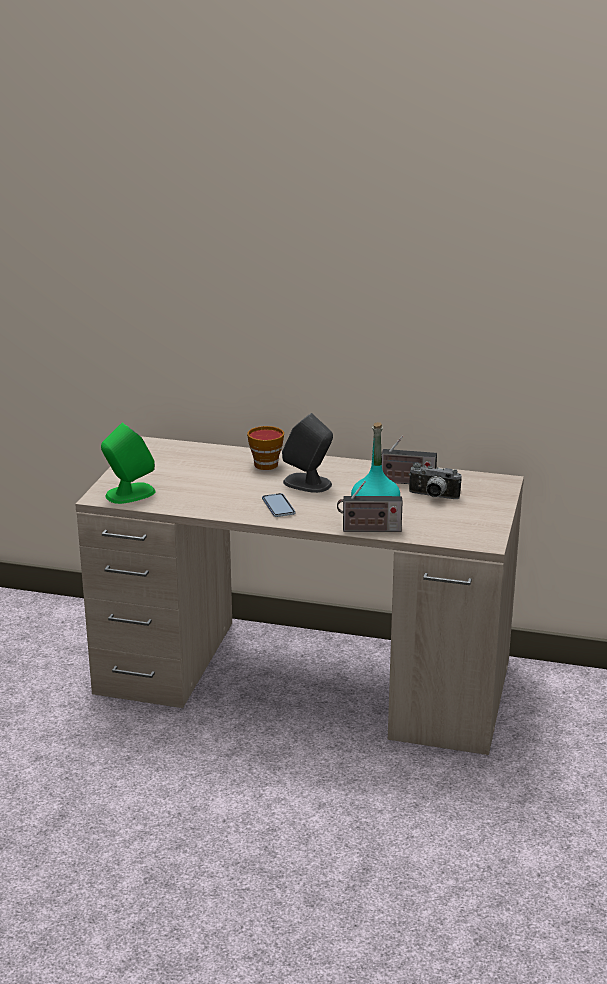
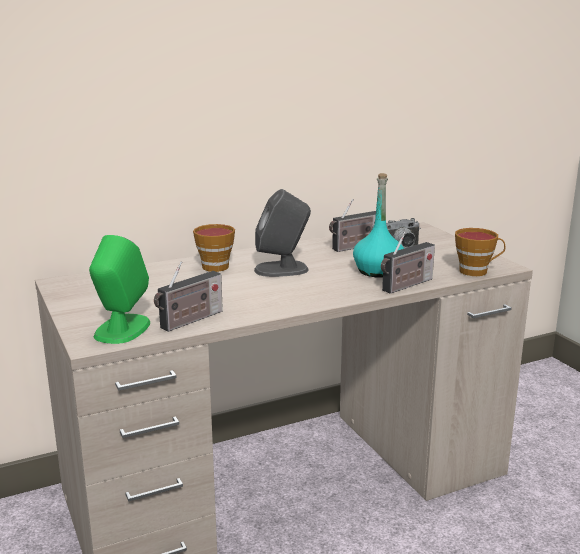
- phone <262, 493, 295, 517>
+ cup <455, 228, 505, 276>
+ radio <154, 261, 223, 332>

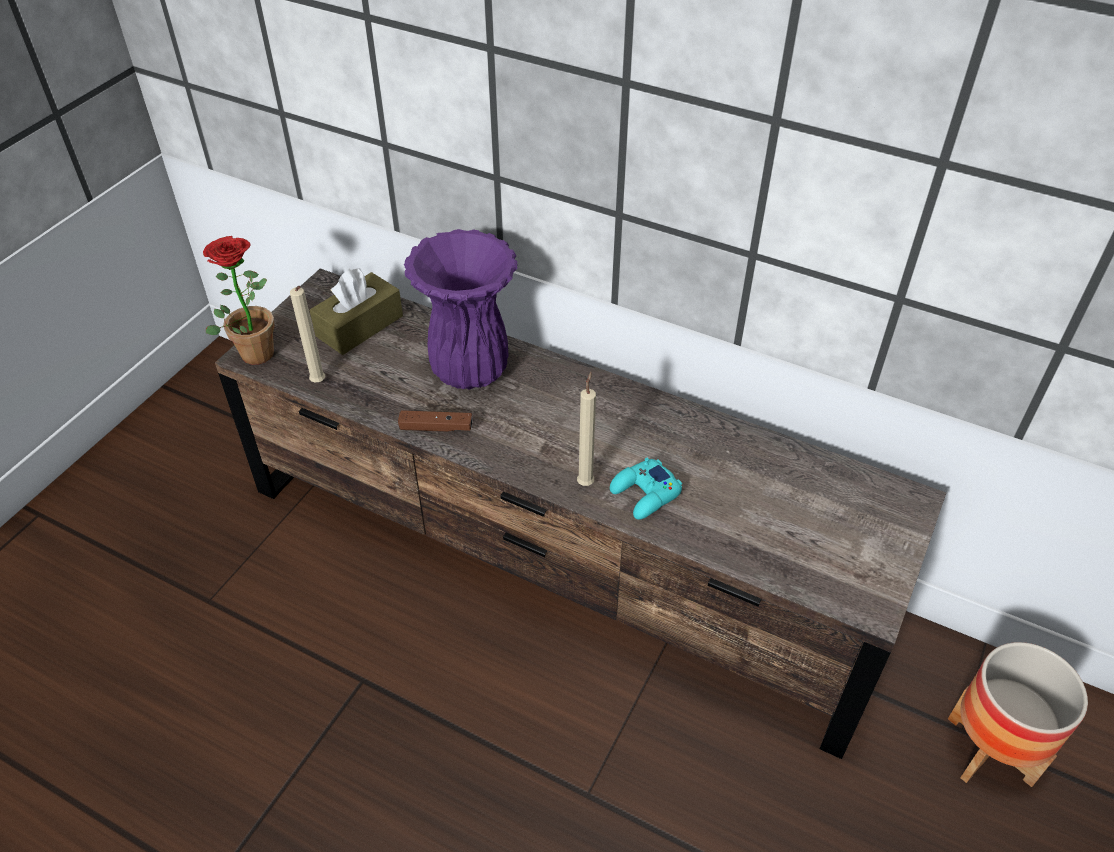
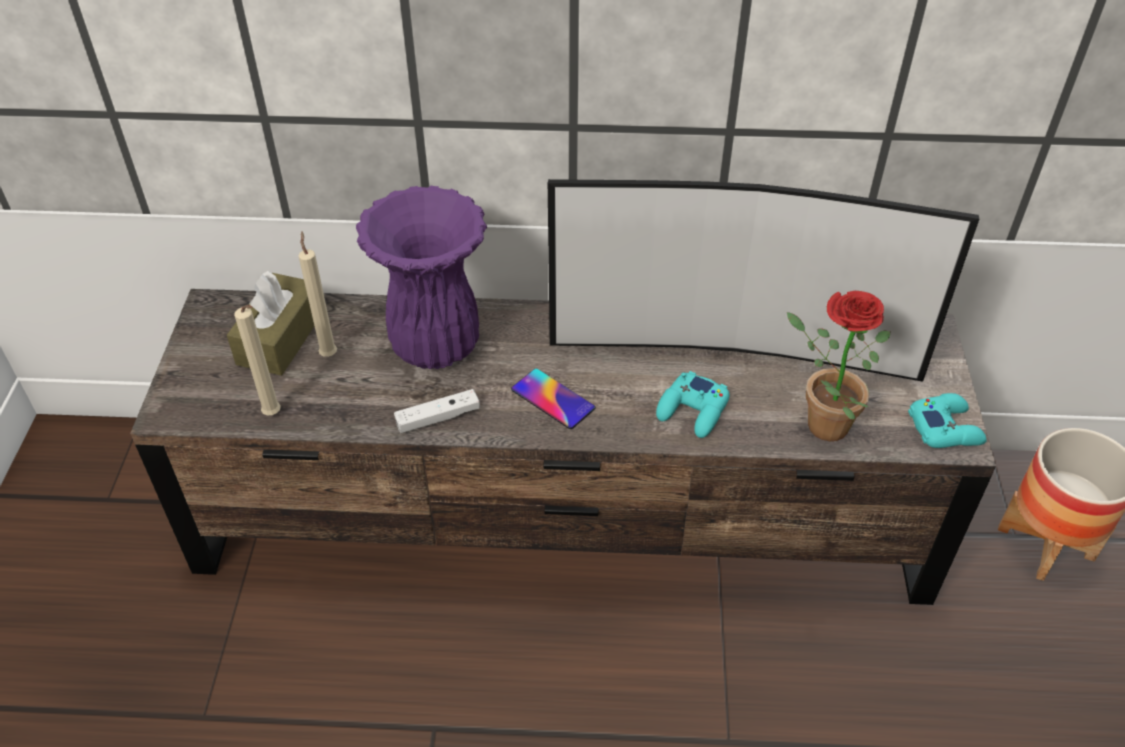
~ potted plant <203, 236, 275, 365> to <787, 291, 890, 441>
~ beige candle <577, 372, 596, 486> to <298, 232, 337, 357>
~ brown game controller <398, 410, 473, 432> to white game controller <394, 389, 480, 433>
+ television <548, 179, 979, 382>
+ phone <511, 369, 595, 429>
+ turquoise game controller <908, 393, 987, 448>

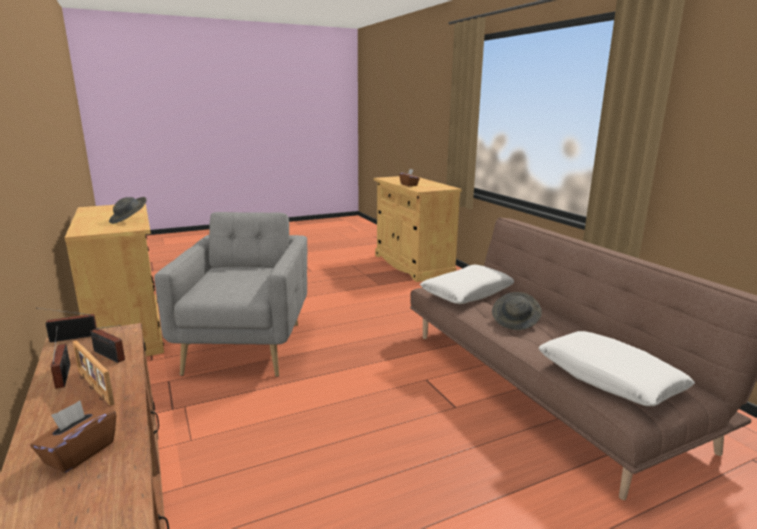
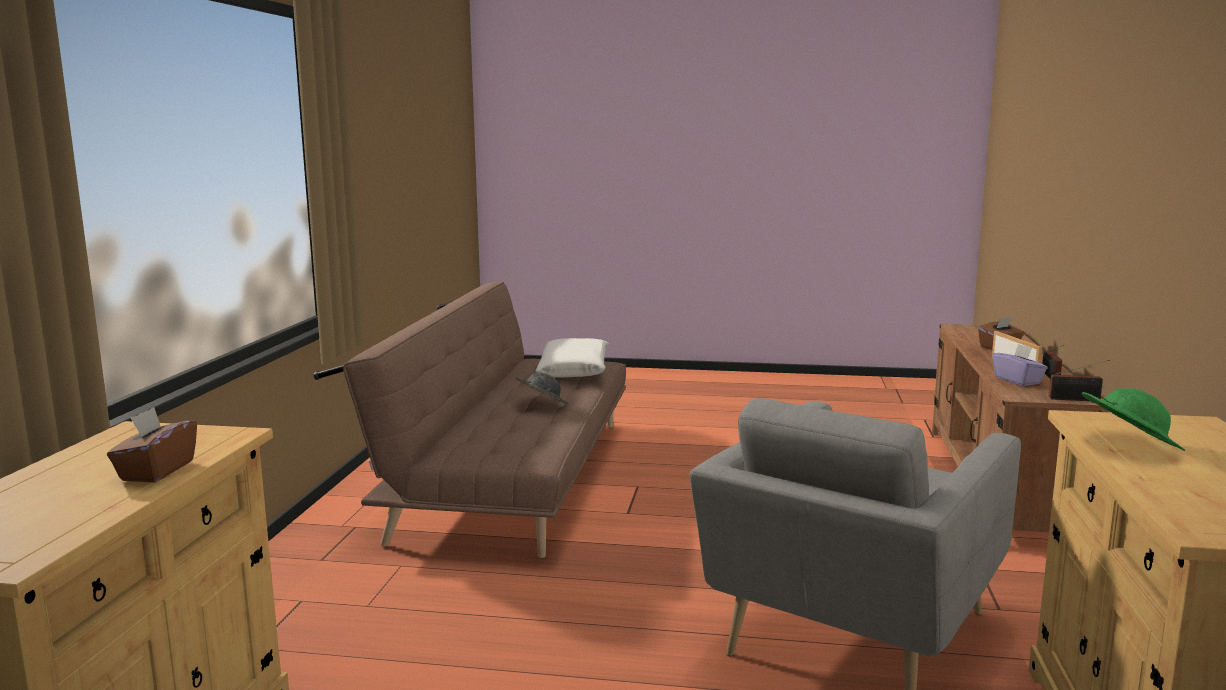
~ grey hat <109, 197, 147, 224> to green hat <1082, 388, 1185, 451>
- white pillow <420, 265, 514, 304>
~ radio <90, 325, 125, 363> to purple tissue box <992, 343, 1047, 386>

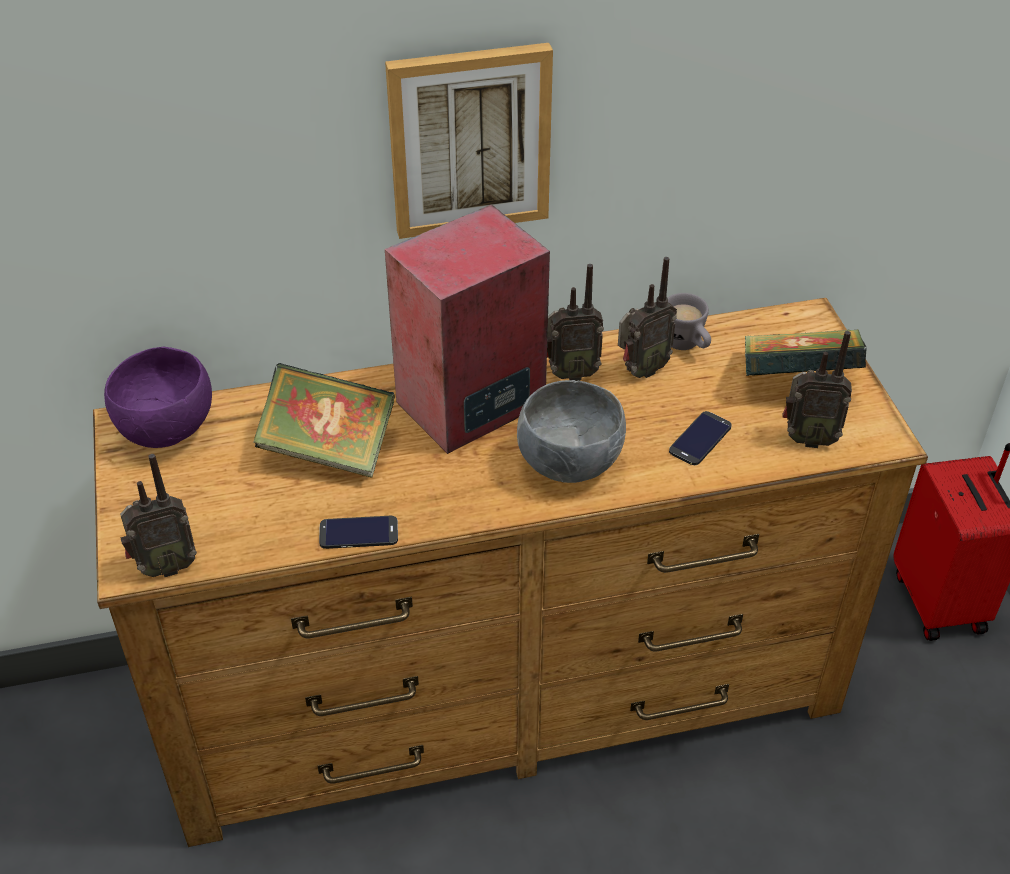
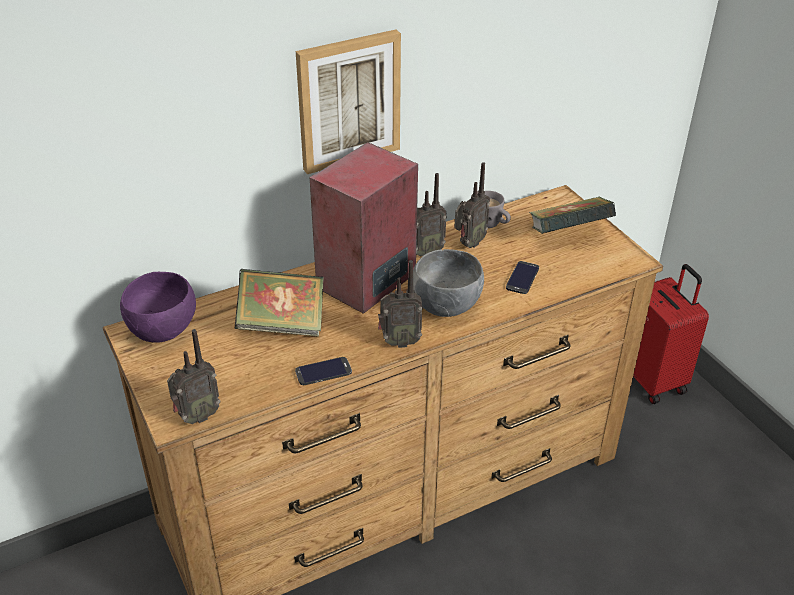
~ radio <782, 331, 852, 448> to <378, 260, 423, 348>

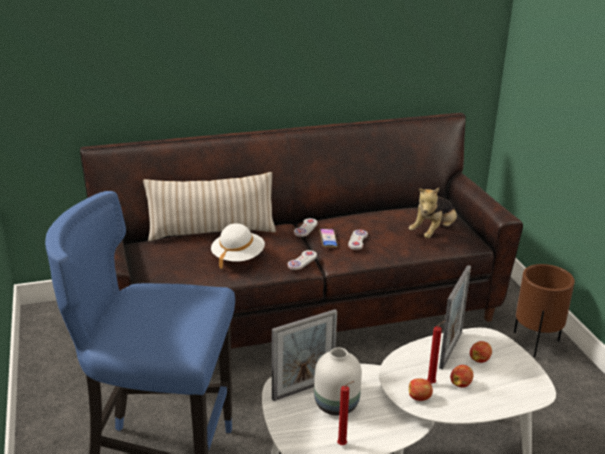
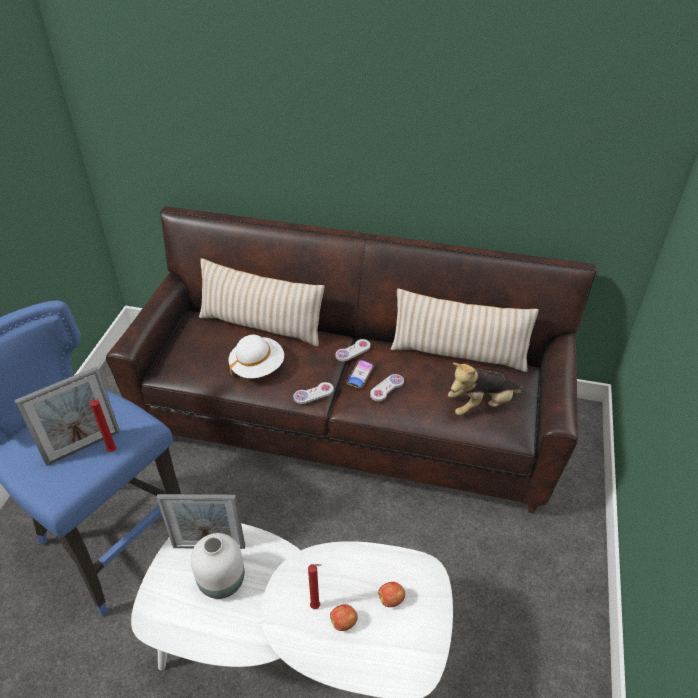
- brown planter <514, 264, 575, 357>
~ picture frame <439, 265, 471, 369> to <14, 366, 120, 466>
- apple <409, 378, 433, 401>
~ red candle <337, 381, 355, 445> to <90, 398, 117, 452>
+ beige pillow <391, 288, 539, 372>

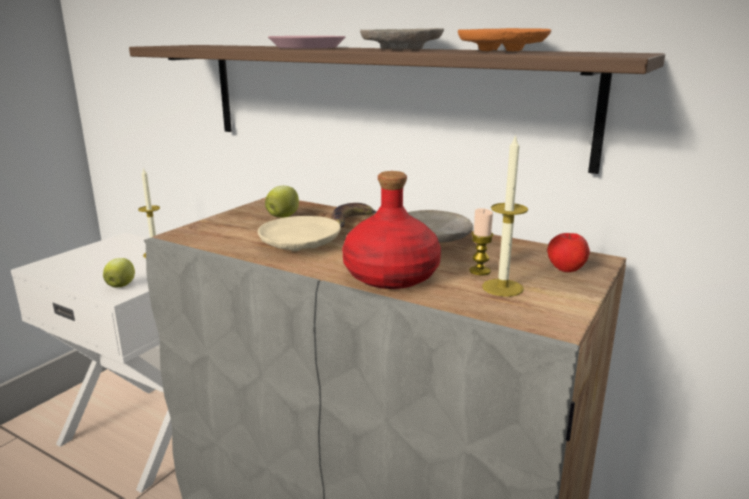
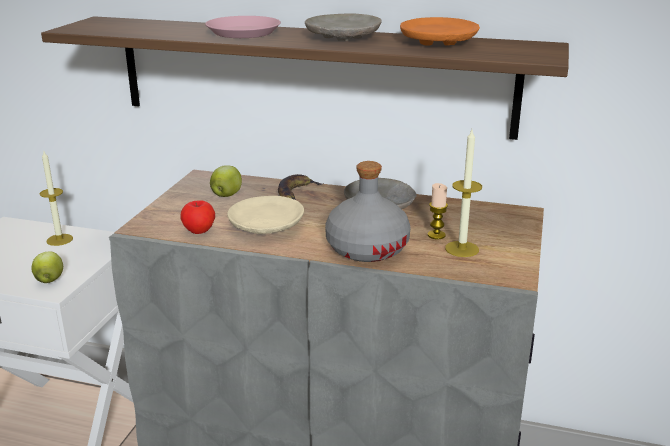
~ red bottle <342, 171, 441, 289> to grey bottle <325, 161, 410, 262>
~ apple <547, 233, 590, 272> to <180, 200, 215, 234>

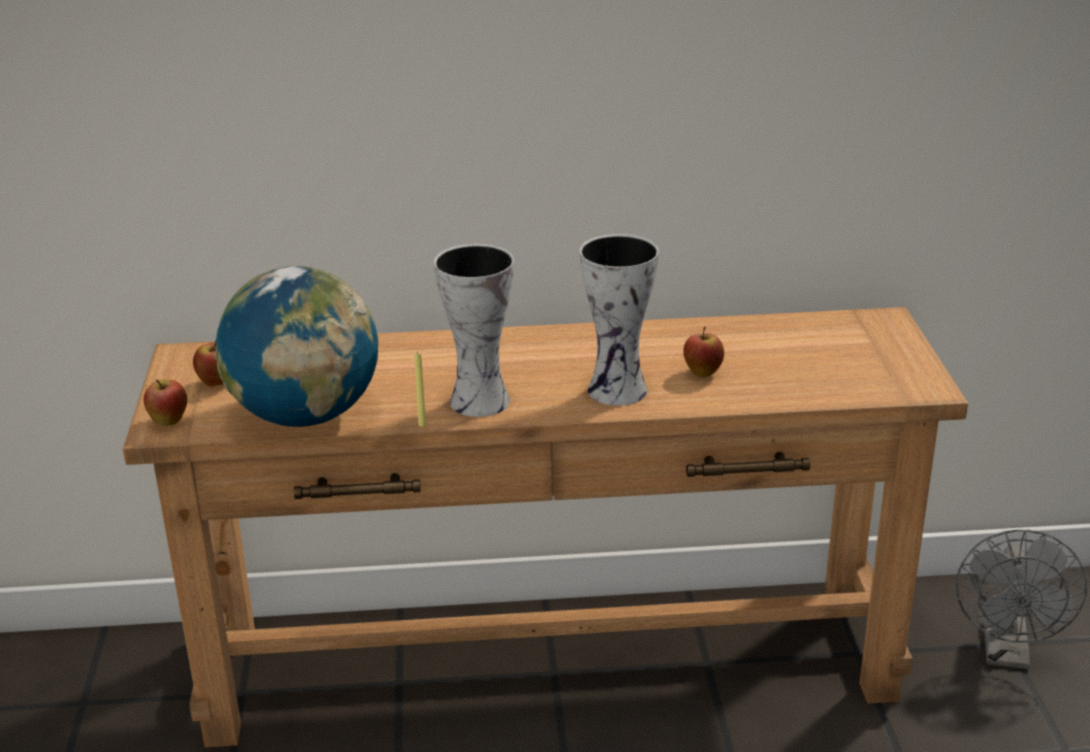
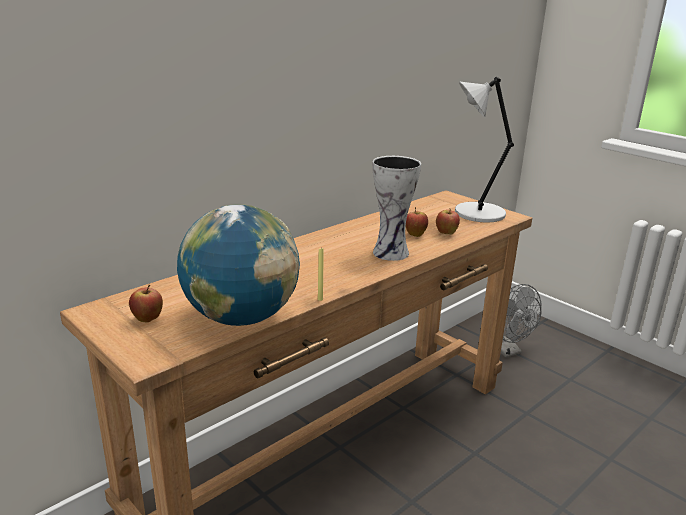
- vase <434, 244, 514, 417>
~ apple <144, 379, 187, 426> to <436, 208, 460, 235>
+ grey table lamp <455, 77, 514, 223>

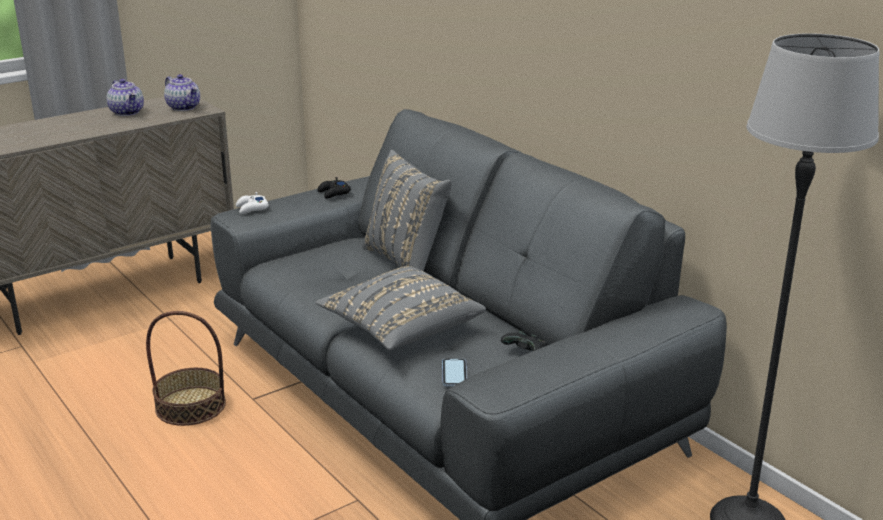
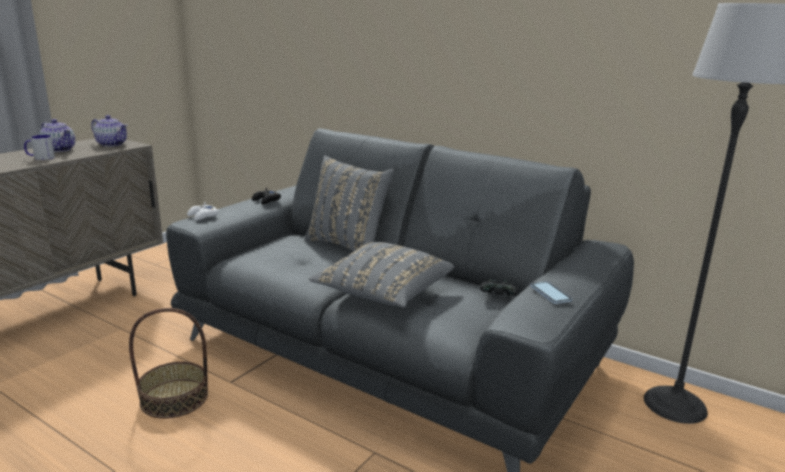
~ phone <442, 359, 467, 387> to <531, 281, 572, 304>
+ mug <24, 135, 55, 160>

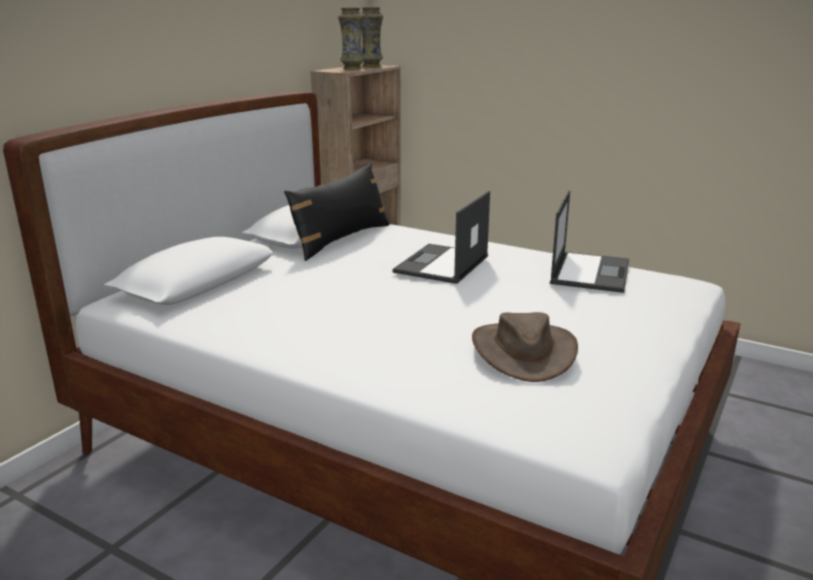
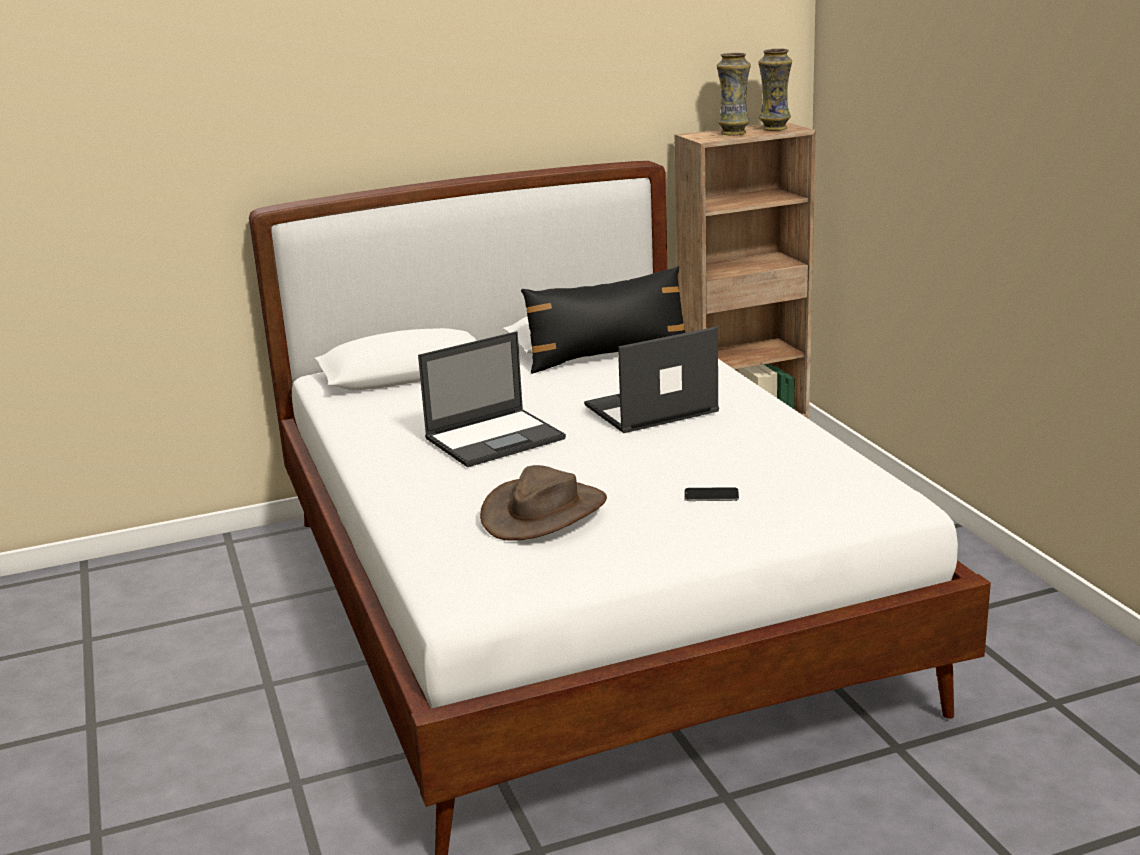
~ laptop <550, 190, 629, 293> to <418, 331, 566, 467>
+ phone <684, 487, 739, 501>

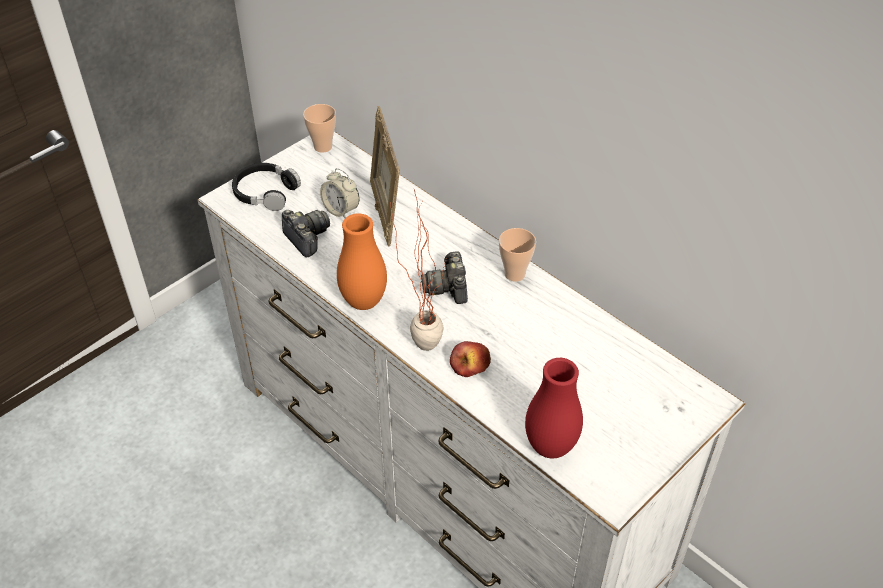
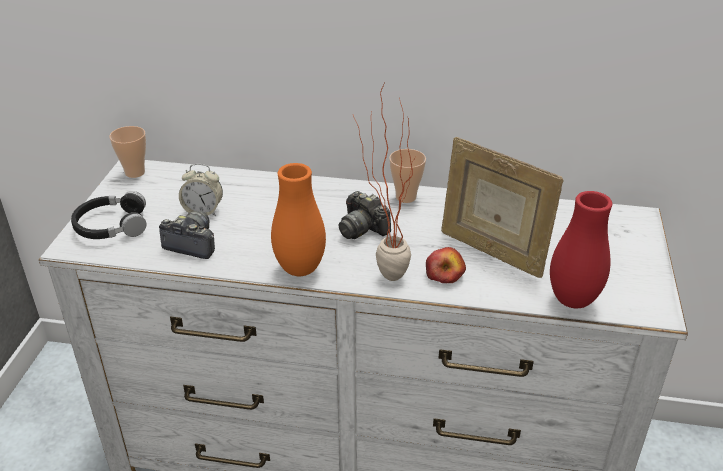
~ picture frame <370, 106, 400, 246> to <441, 137, 564, 278>

